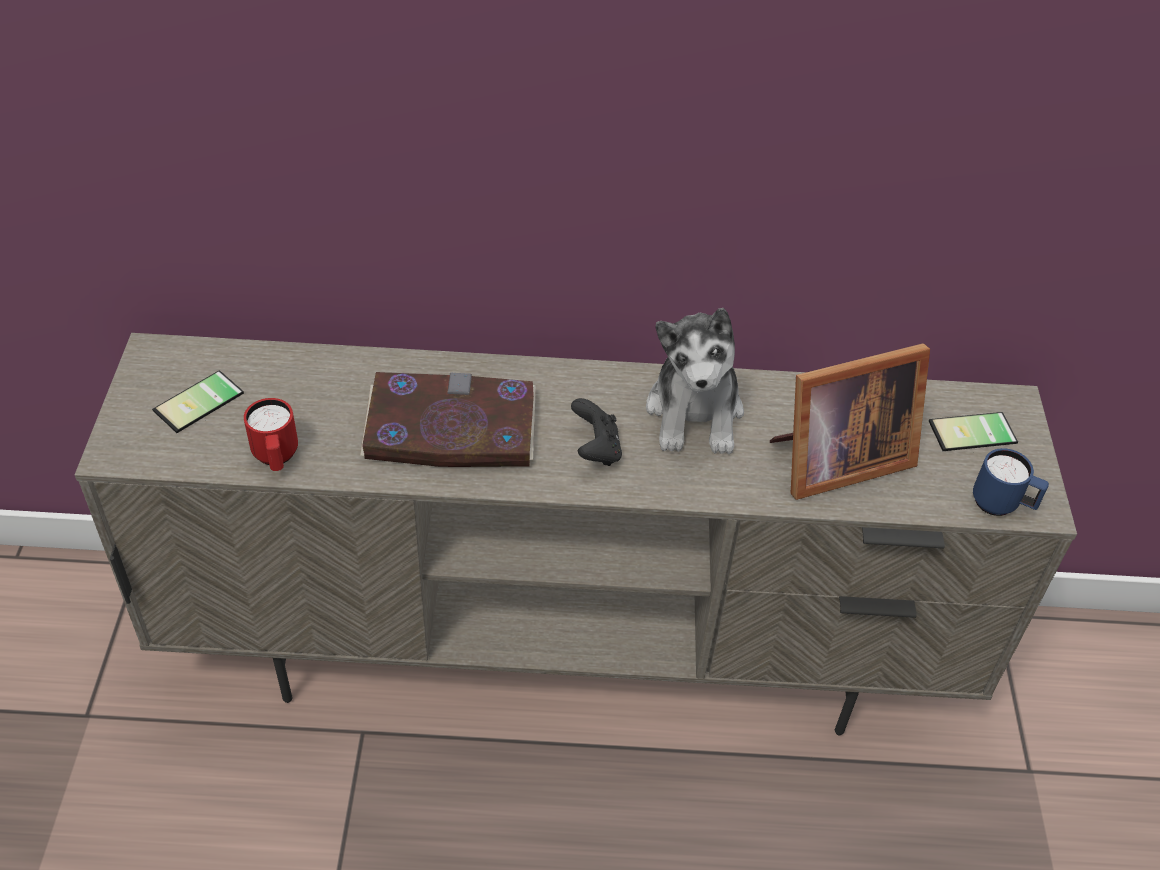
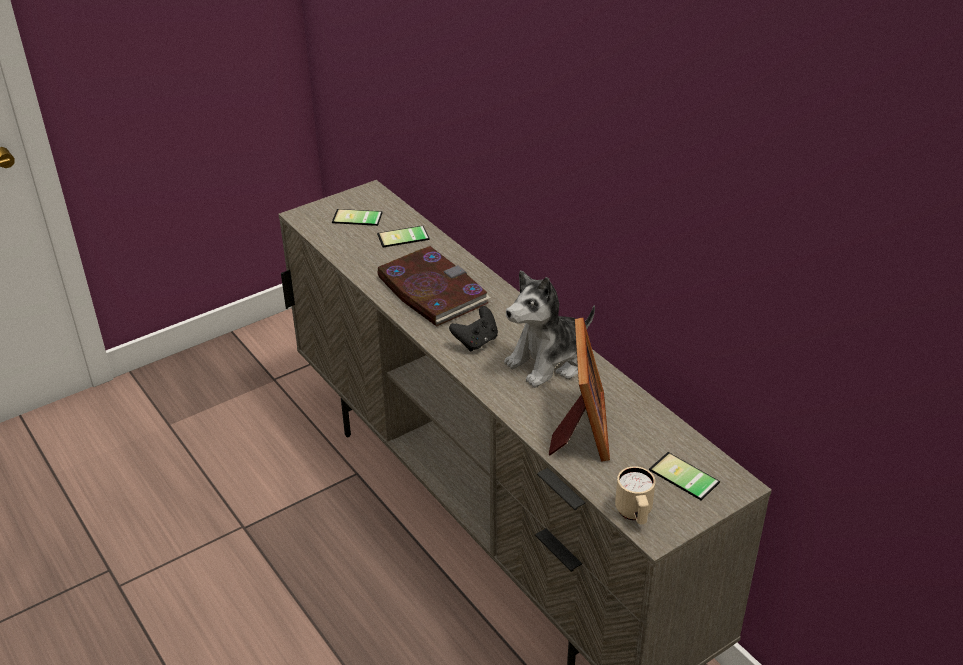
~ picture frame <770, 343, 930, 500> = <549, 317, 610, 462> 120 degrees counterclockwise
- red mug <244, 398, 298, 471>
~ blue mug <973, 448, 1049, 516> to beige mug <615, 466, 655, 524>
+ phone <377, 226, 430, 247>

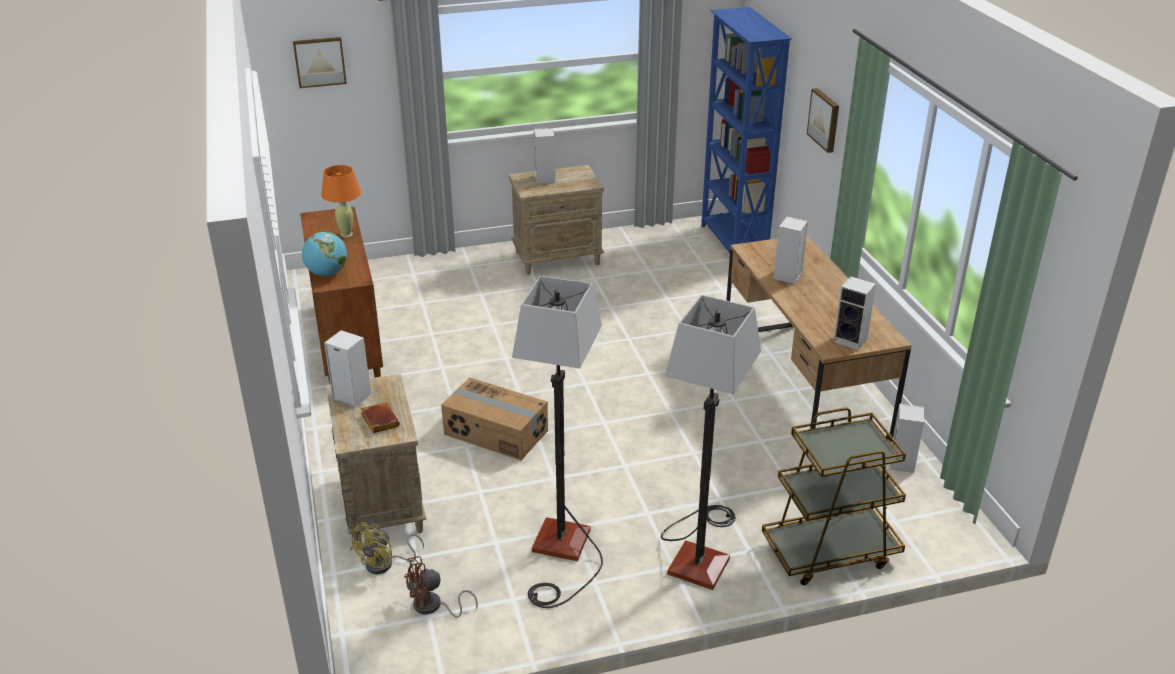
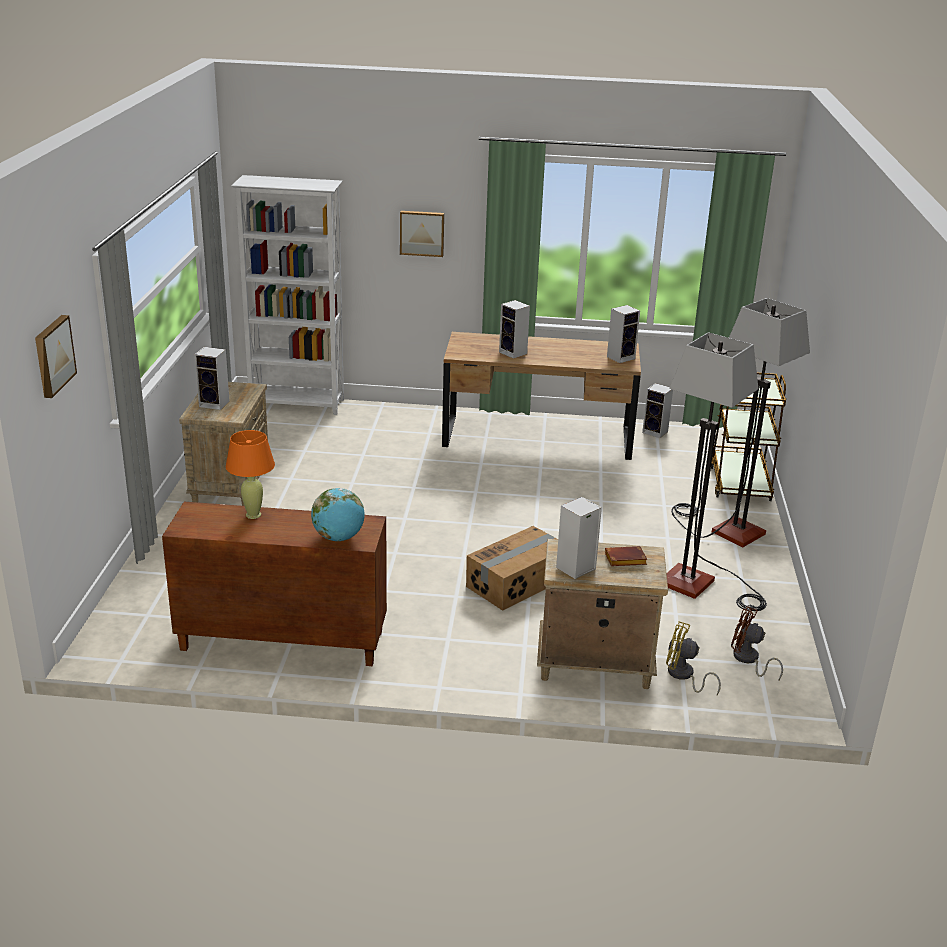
~ blue bookcase <701, 7, 792, 253> to white bookcase <231, 175, 344, 415>
~ yellow fan <350, 522, 424, 574> = <666, 621, 721, 695> 150 degrees clockwise
~ brown fan <404, 556, 478, 618> = <731, 606, 783, 681> 120 degrees clockwise

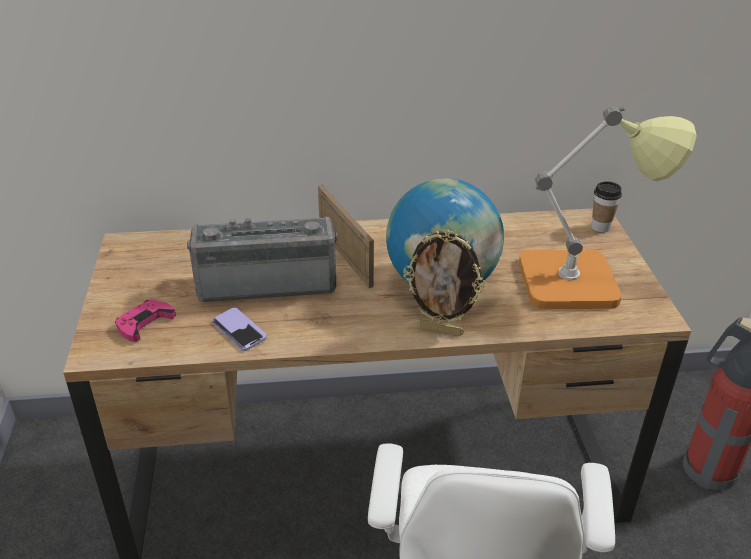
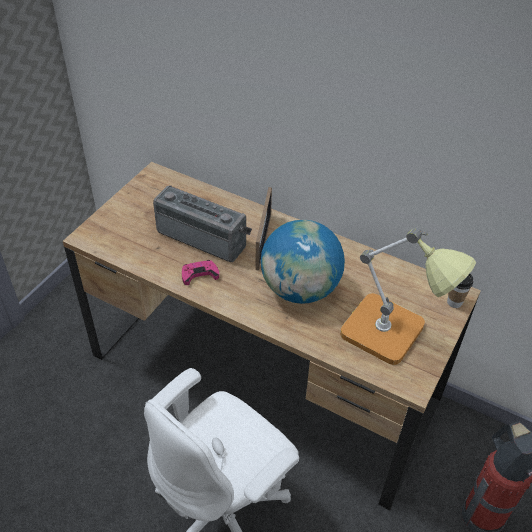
- picture frame <403, 229, 486, 336>
~ pink game controller <115, 300, 176, 342> to <182, 260, 219, 285>
- phone <212, 308, 267, 351>

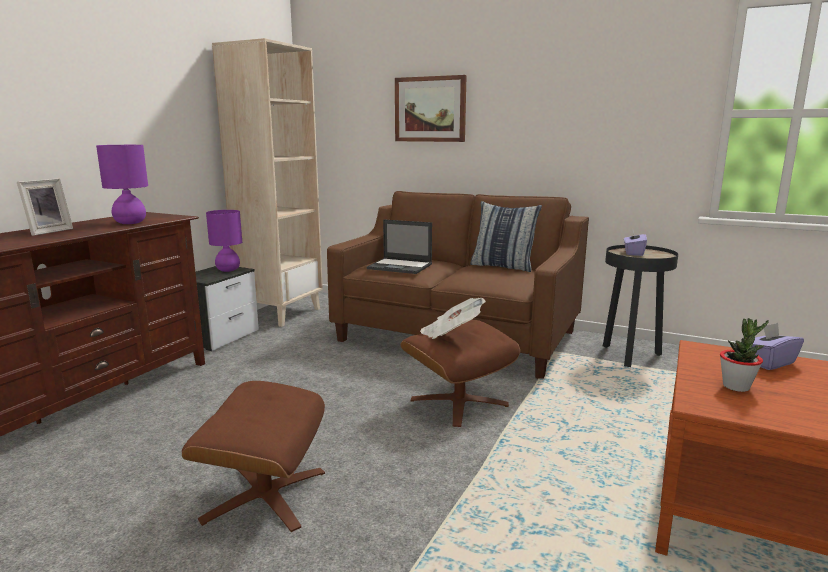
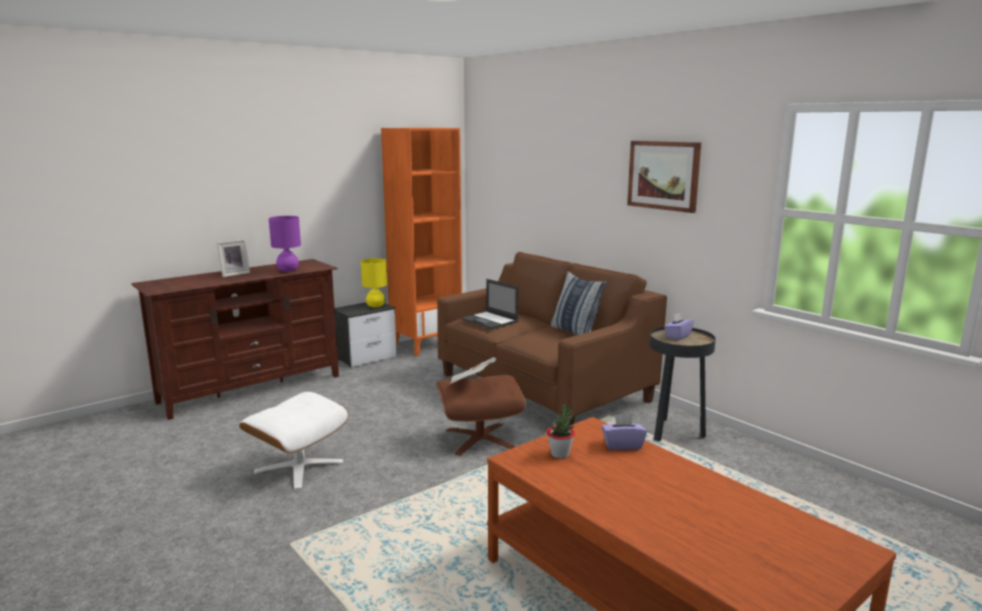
~ beige bookcase <212, 38, 323, 327> to orange bookcase <381, 128, 462, 356>
~ picture <395, 75, 467, 142> to <627, 141, 701, 213>
~ purple table lamp <206, 210, 242, 272> to yellow table lamp <361, 258, 387, 308>
~ brown ottoman <182, 381, 325, 532> to white ottoman <239, 392, 348, 490>

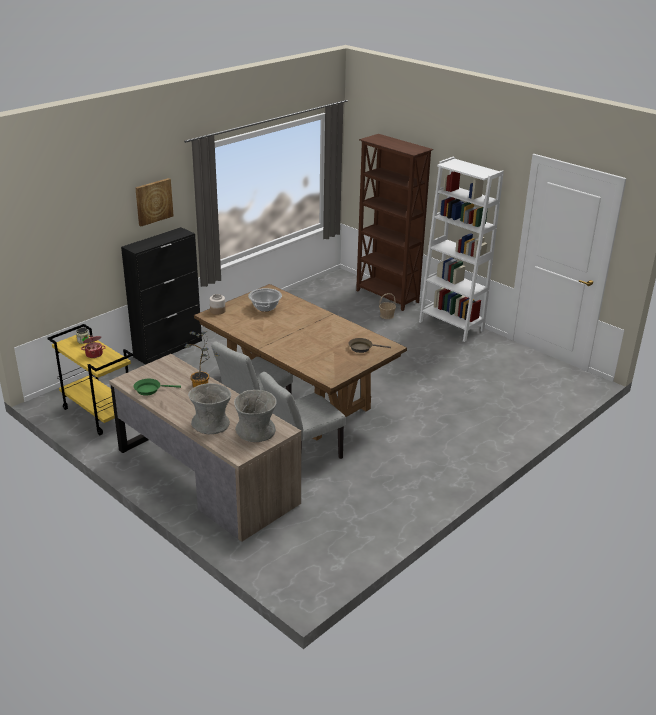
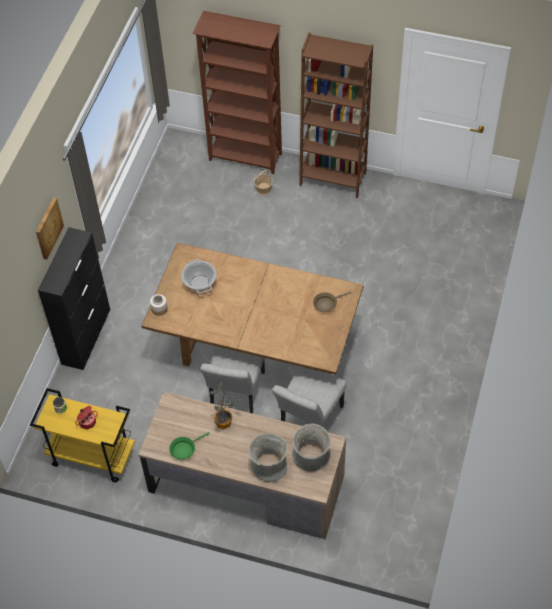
~ white bookcase <419, 157, 504, 342> to brown bookcase <299, 32, 373, 198>

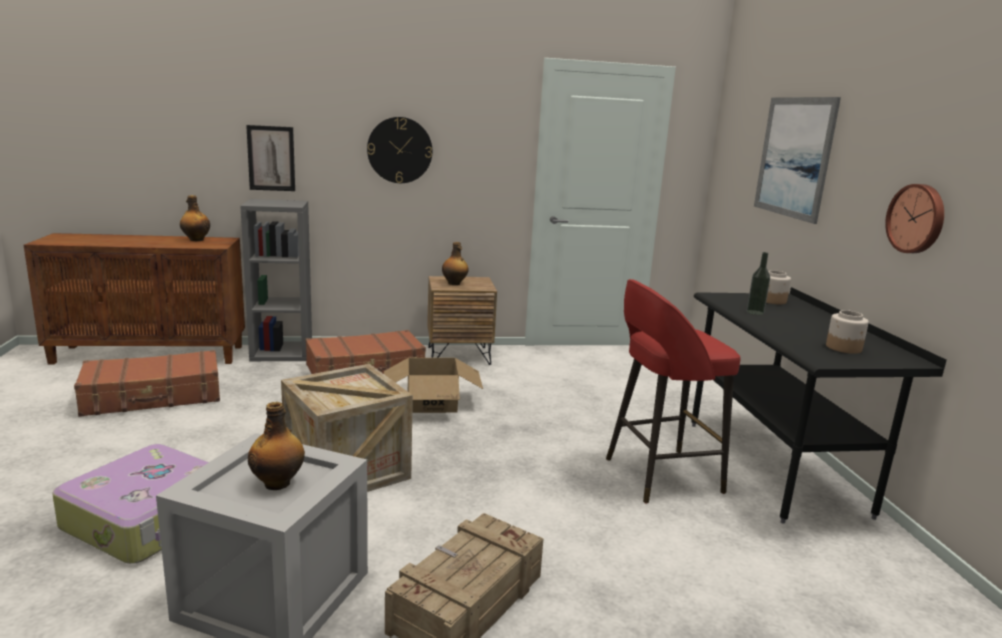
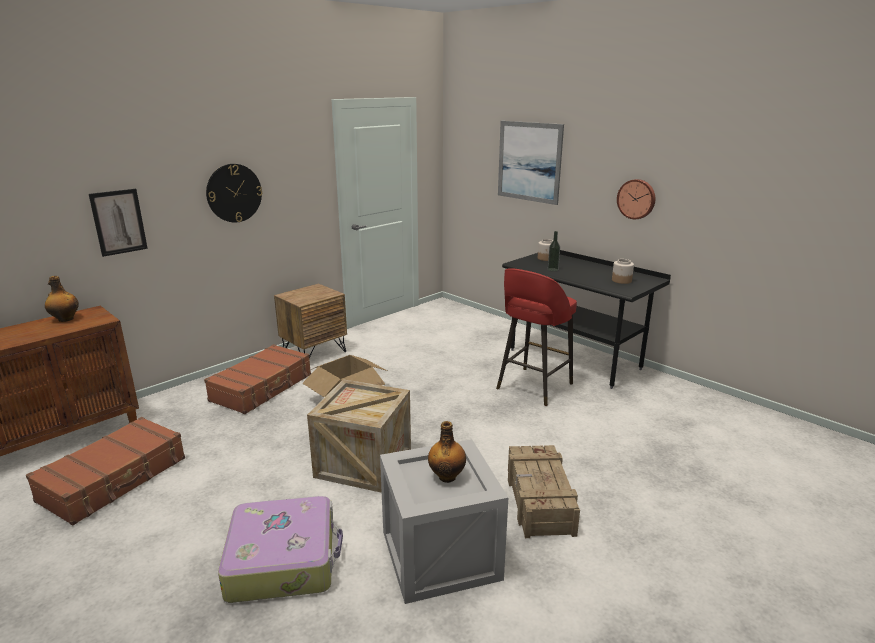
- grey bookcase <240, 199, 312, 361>
- bottle <442, 242, 469, 285>

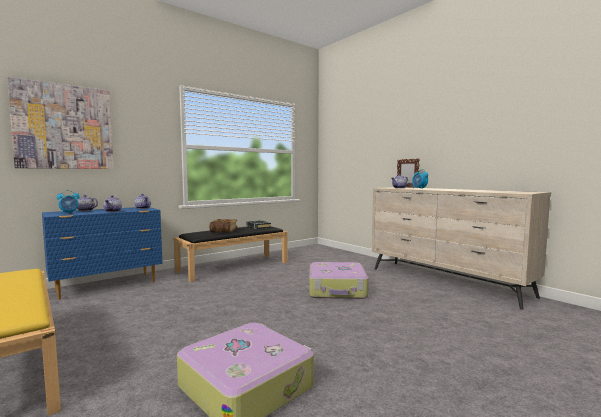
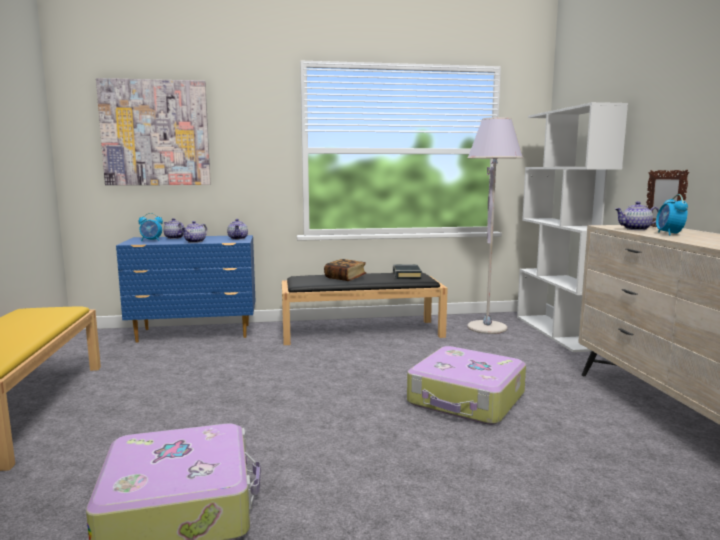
+ white bookcase <517, 102, 628, 352>
+ grey floor lamp <467, 117, 523, 334>

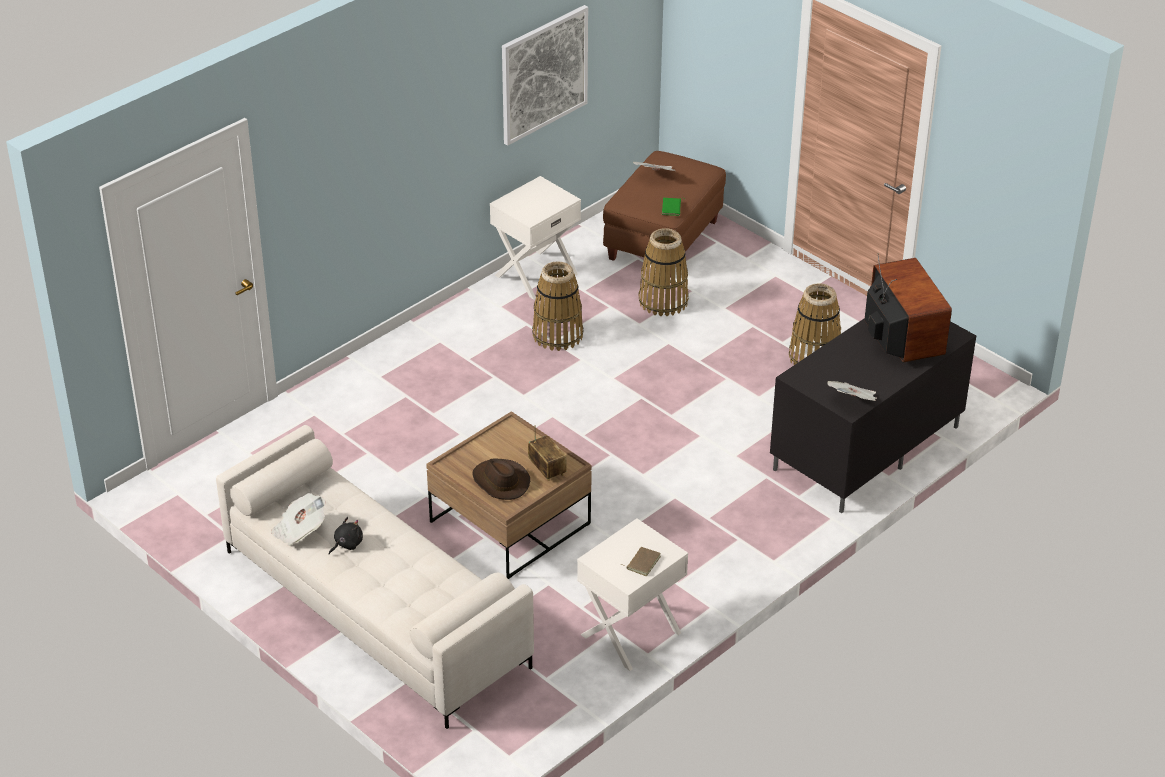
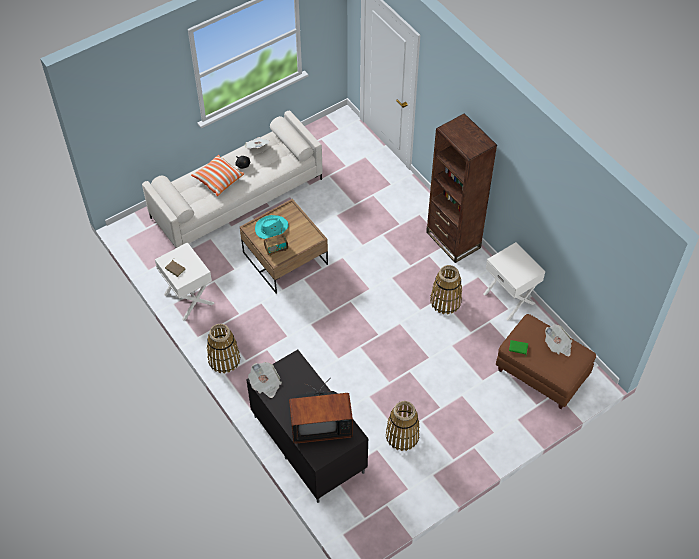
- picture <502, 5, 588, 146>
~ basket <639, 228, 689, 316> to <207, 324, 240, 373>
~ brown hat <472, 458, 530, 500> to turquoise hat <255, 215, 288, 239>
+ brown bookcase <426, 113, 497, 263>
+ pillow <191, 155, 244, 196>

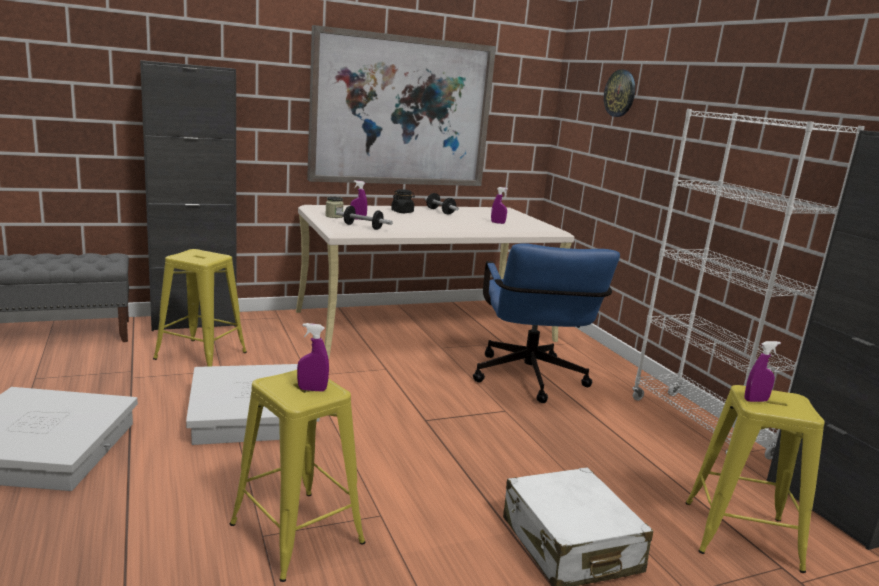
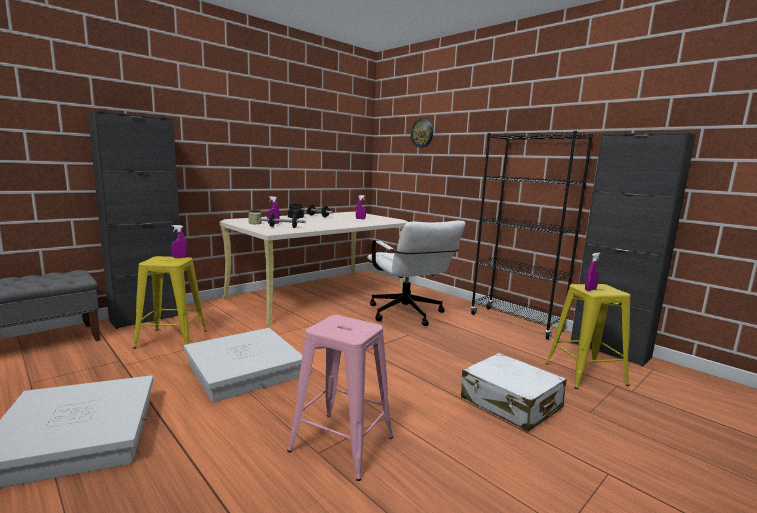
- picture <307, 25, 496, 186>
~ white bookcase <632, 109, 865, 459> to black bookcase <471, 131, 593, 340>
~ blue office chair <473, 243, 620, 403> to white office chair <367, 220, 466, 326>
~ purple spray bottle <297, 323, 329, 392> to <171, 225, 188, 258>
~ yellow stool <230, 370, 365, 582> to pink stool <287, 315, 393, 481>

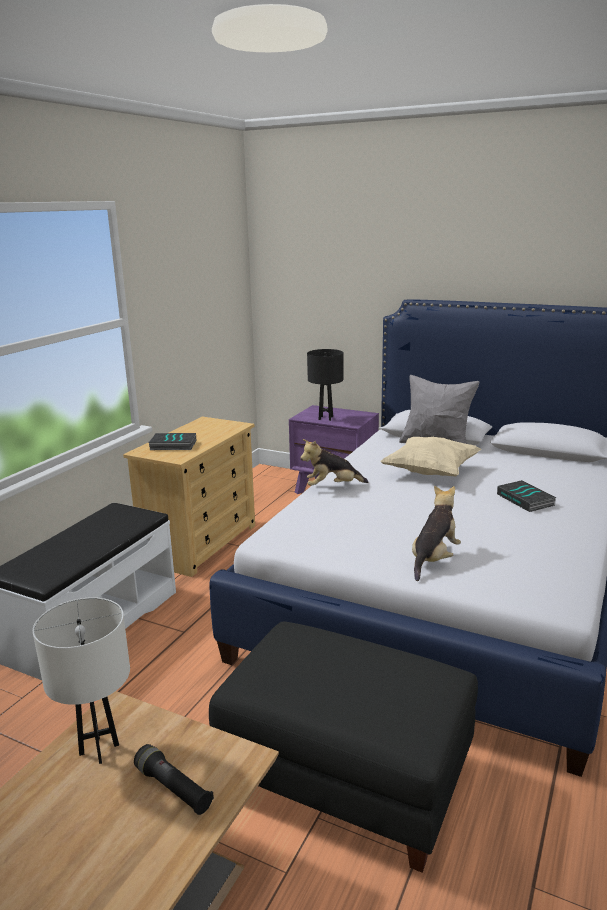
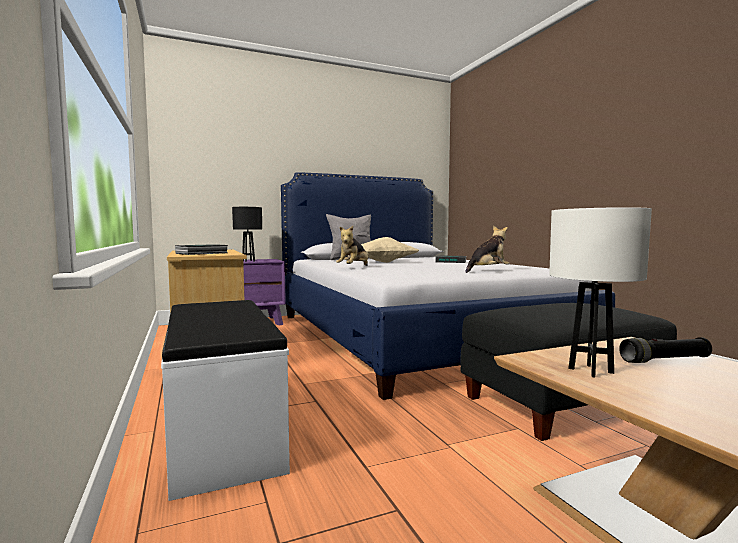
~ plush toy <412, 485, 461, 581> = <465, 226, 510, 273> 75 degrees clockwise

